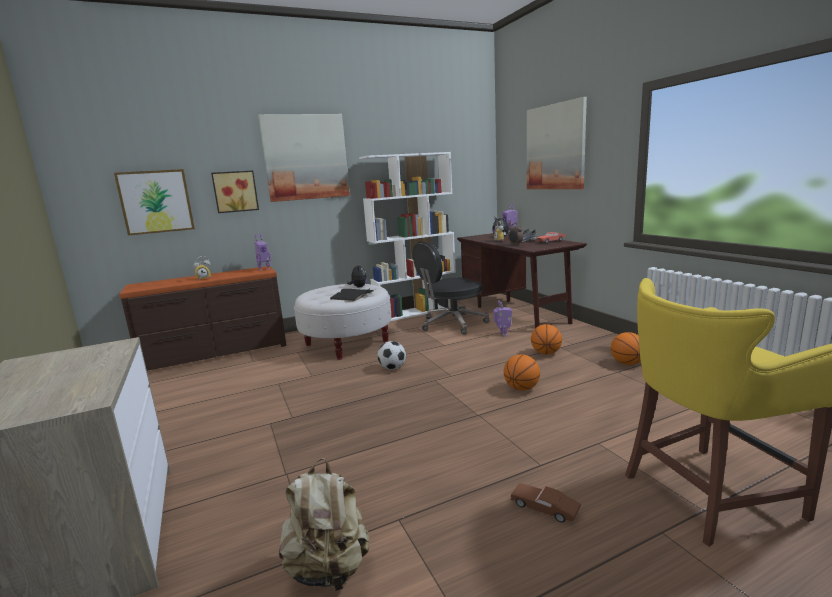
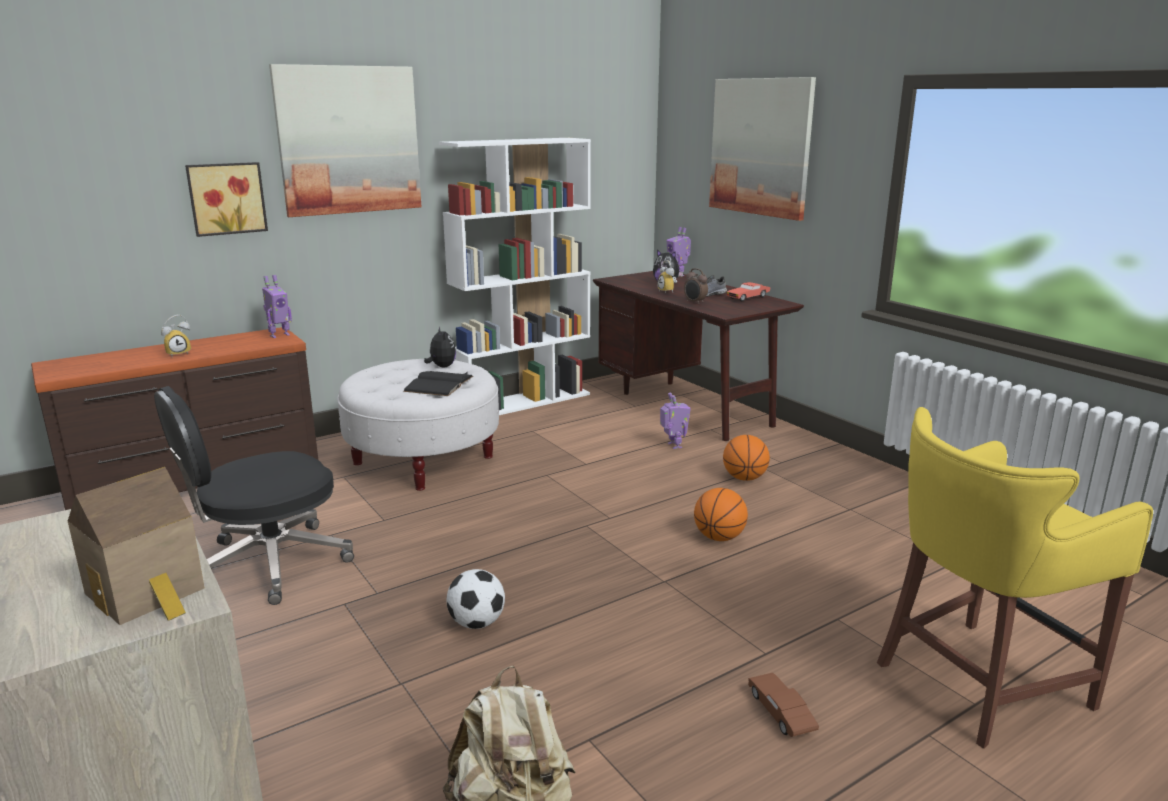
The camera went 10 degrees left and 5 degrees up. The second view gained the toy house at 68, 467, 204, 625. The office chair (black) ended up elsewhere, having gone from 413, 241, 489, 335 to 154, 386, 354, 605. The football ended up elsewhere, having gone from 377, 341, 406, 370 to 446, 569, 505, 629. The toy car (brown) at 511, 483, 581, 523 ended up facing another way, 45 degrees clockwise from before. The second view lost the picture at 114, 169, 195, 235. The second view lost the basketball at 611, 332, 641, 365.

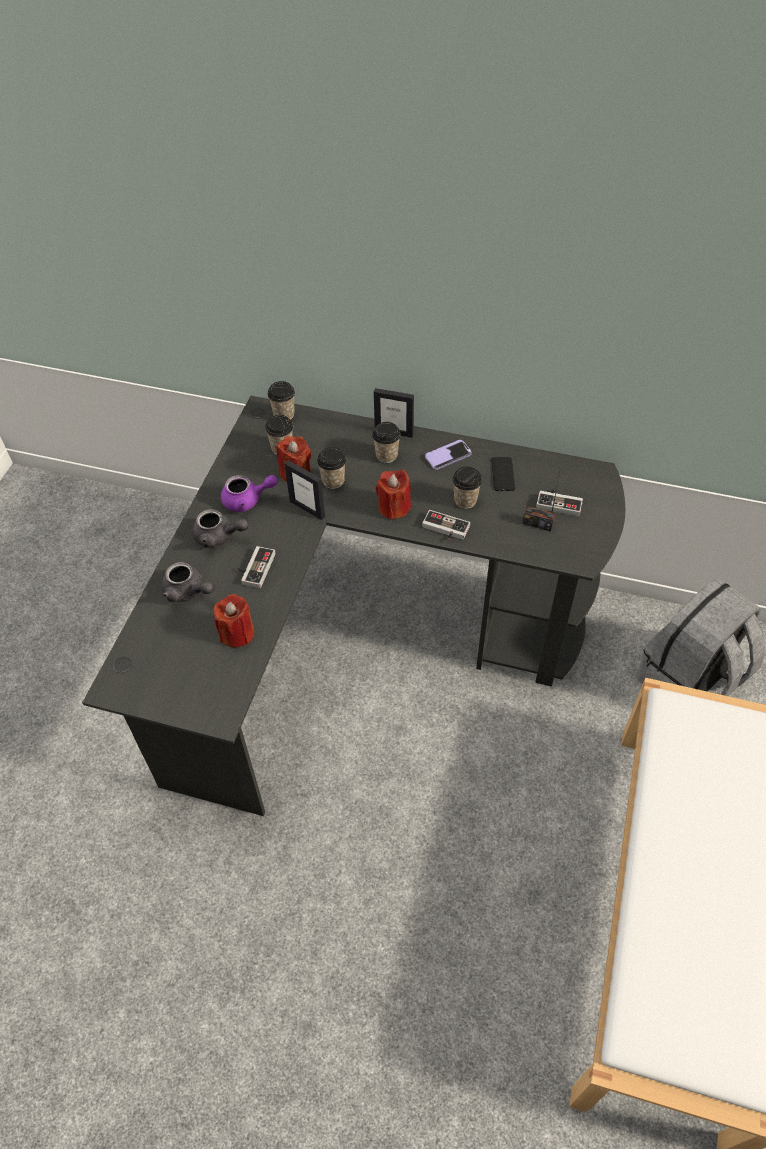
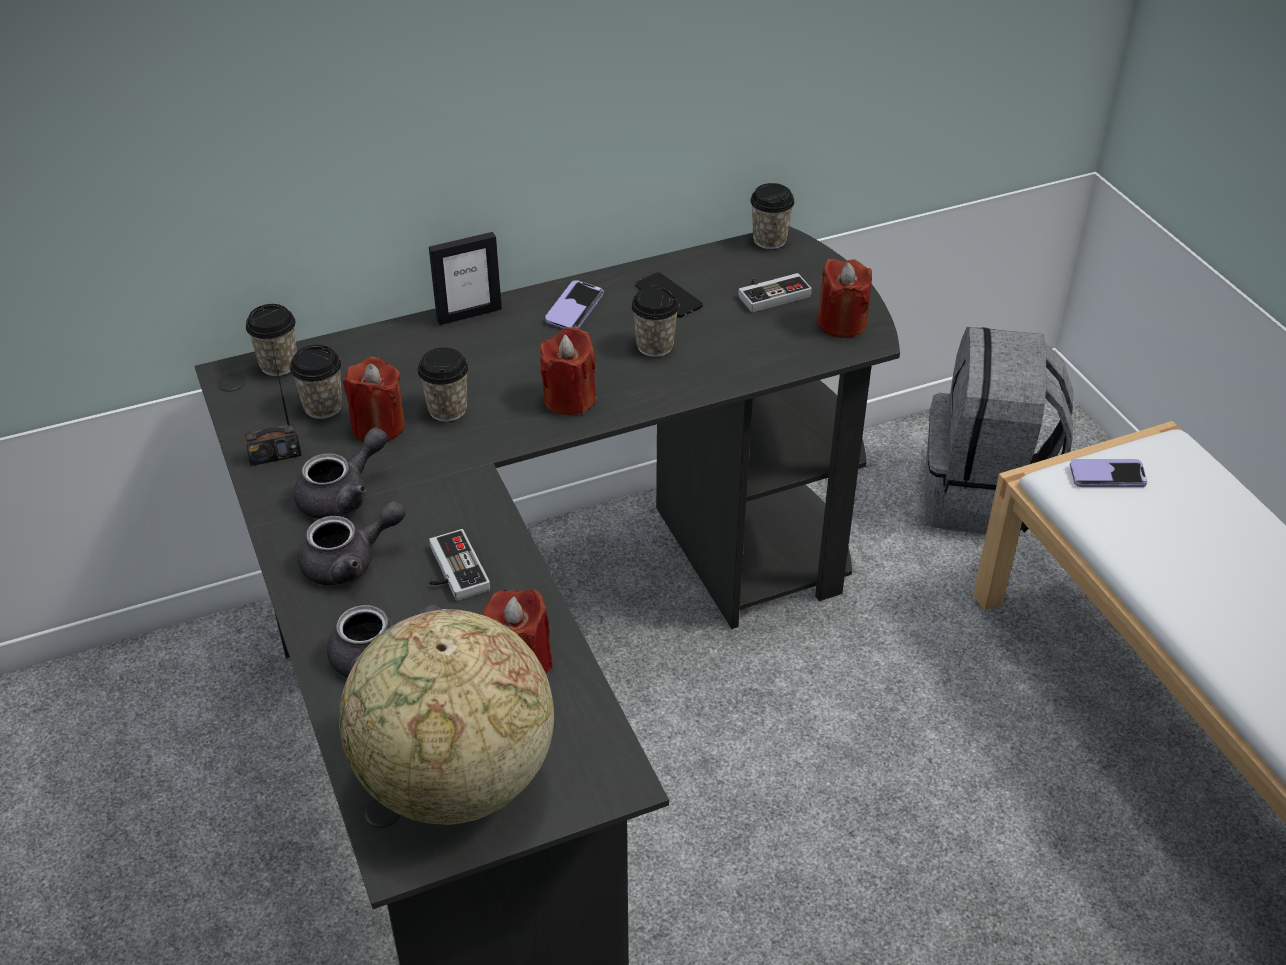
The camera went 40 degrees left and 10 degrees down. The radio ended up elsewhere, having gone from 522, 468, 561, 531 to 244, 341, 302, 466. What was the teapot (purple) at 221, 475, 278, 512 turned into the teapot (grey) at 294, 427, 388, 519. The second view gained the globe at 339, 609, 554, 825. The cup ended up elsewhere, having gone from 372, 422, 401, 463 to 750, 183, 795, 249. The second view gained the candle (red) at 817, 258, 872, 338. The second view gained the phone at 1070, 459, 1148, 487. The second view lost the picture frame at 284, 460, 325, 520. The second view lost the game controller at 422, 510, 470, 541.

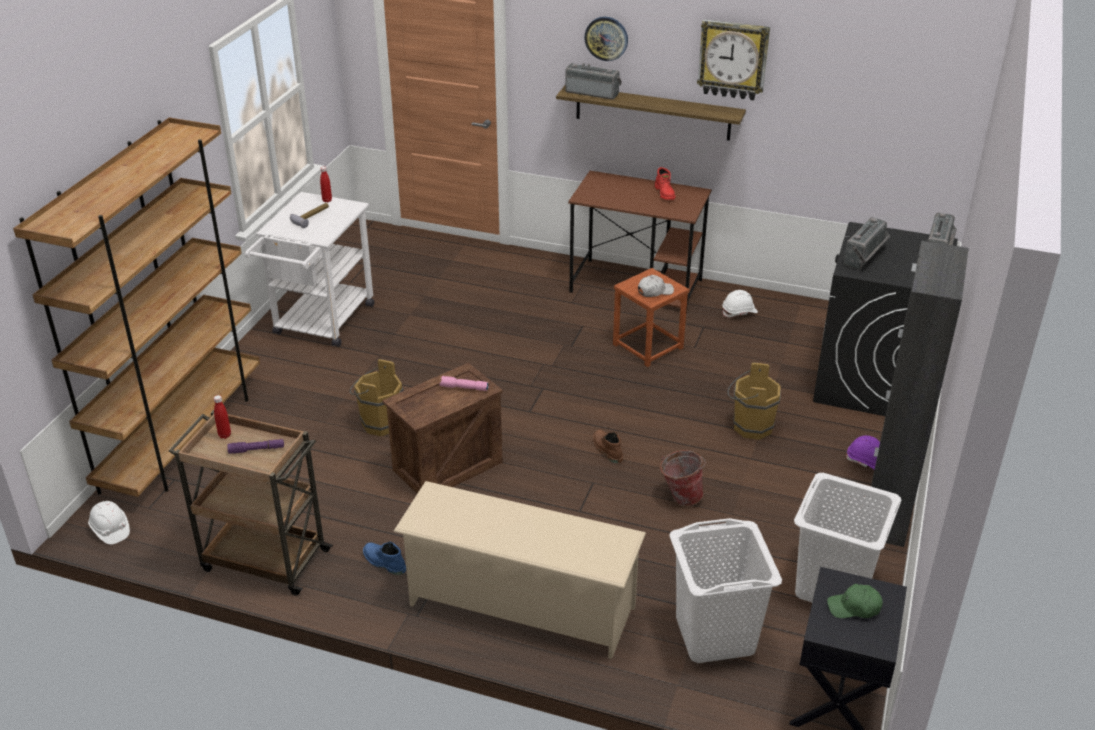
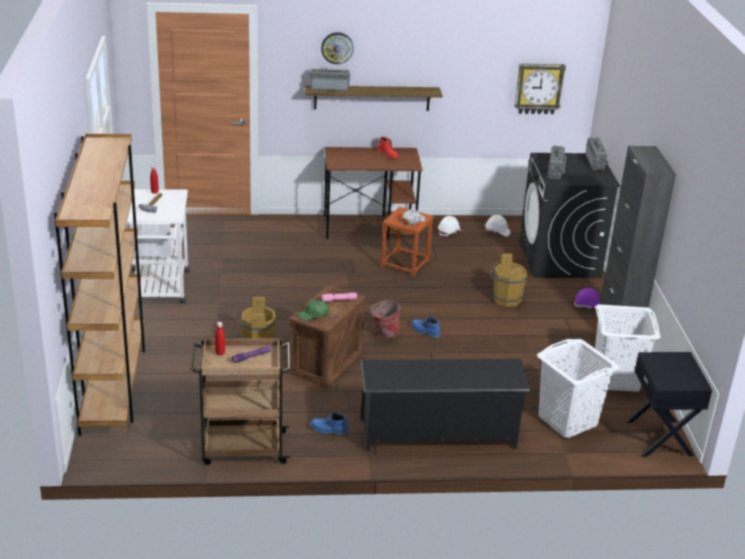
The camera went 25 degrees left and 5 degrees down. The cap (green) ended up elsewhere, having gone from 827, 584, 883, 618 to 297, 300, 329, 321. What was the shoe rack (beige) at 393, 481, 646, 659 turned into the shoe rack (black) at 360, 359, 532, 451. The bucket ended up elsewhere, having gone from 660, 450, 706, 506 to 369, 300, 401, 339. What was the boot (brown) at 593, 430, 623, 463 turned into the boot (blue) at 411, 317, 440, 338. The hard hat (white) ended up elsewhere, having gone from 88, 501, 130, 544 to 485, 215, 511, 237. The wall clock ended up elsewhere, having gone from 697, 19, 770, 101 to 514, 63, 566, 114.

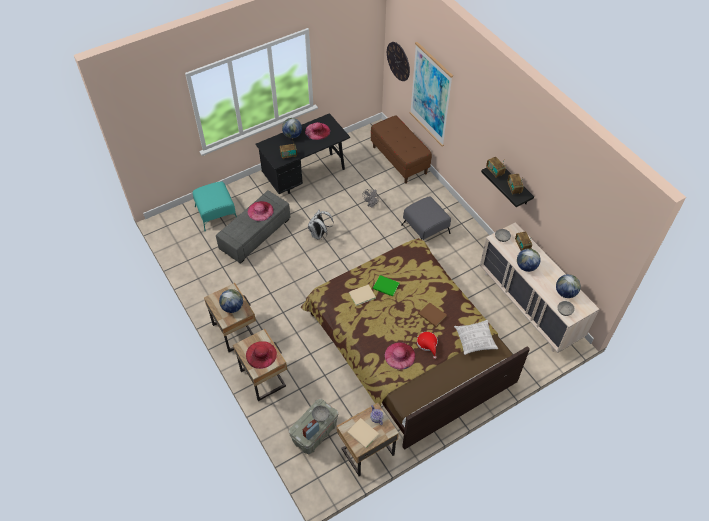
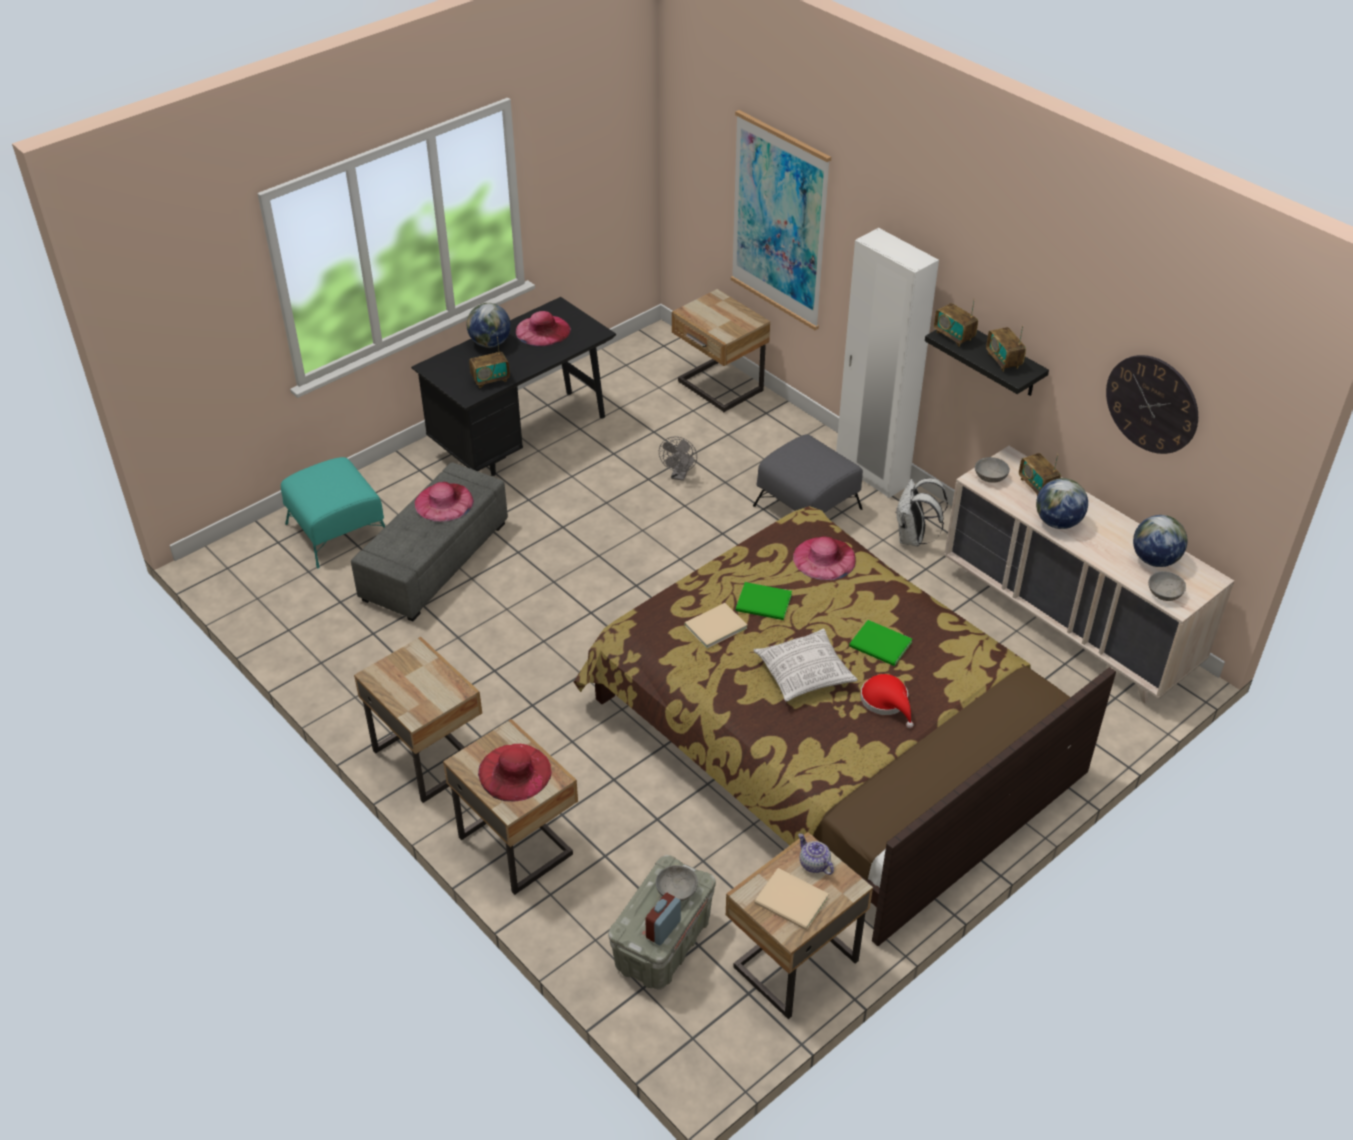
The camera went 10 degrees left and 10 degrees down. Where the bench (brown) stood at 371, 115, 432, 184, the nightstand (beige) came to stand at 672, 289, 770, 412. The pillow ended up elsewhere, having gone from 454, 320, 498, 355 to 753, 629, 858, 702. The hat (pink) ended up elsewhere, having gone from 385, 342, 415, 370 to 793, 536, 856, 580. The second view gained the wardrobe (white) at 836, 228, 939, 498. What was the book (brown) at 418, 302, 447, 327 turned into the book (green) at 849, 620, 912, 666. The backpack (white) ended up elsewhere, having gone from 308, 209, 334, 240 to 895, 478, 948, 547. The wall clock ended up elsewhere, having gone from 387, 42, 410, 81 to 1106, 355, 1198, 454. The second view lost the globe at 219, 289, 243, 313.

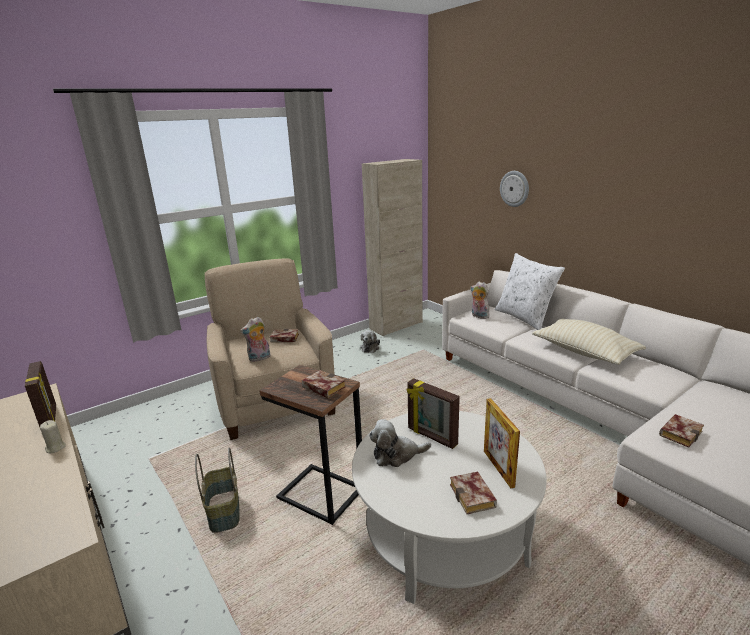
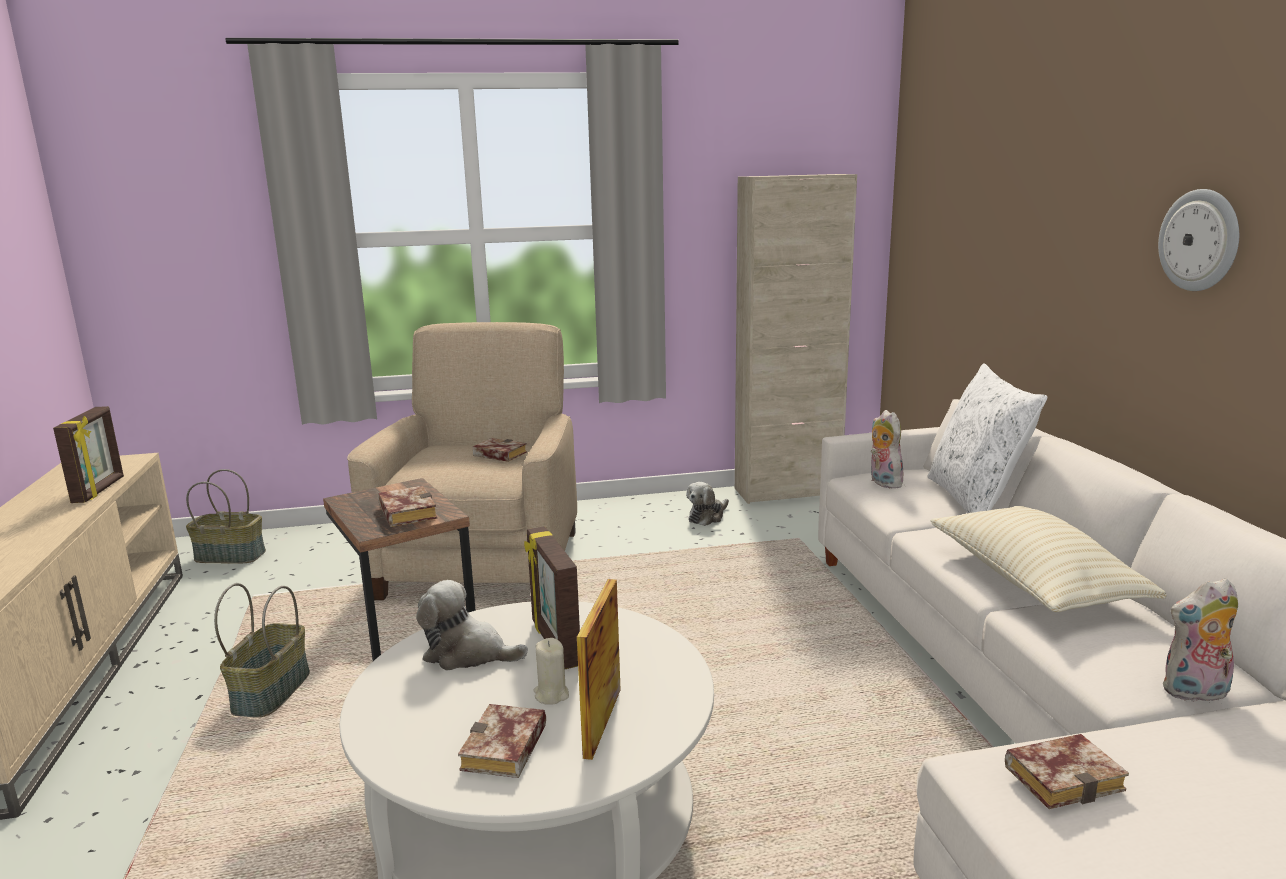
The camera went 25 degrees right and 5 degrees down. The second view gained the basket at 186, 469, 266, 563. The candle (beige) ended up elsewhere, having gone from 40, 420, 66, 453 to 533, 638, 569, 705. The wall clock ended up elsewhere, having gone from 500, 171, 529, 207 to 1158, 189, 1239, 291. The plush toy ended up elsewhere, having gone from 240, 317, 270, 362 to 1163, 578, 1238, 702.

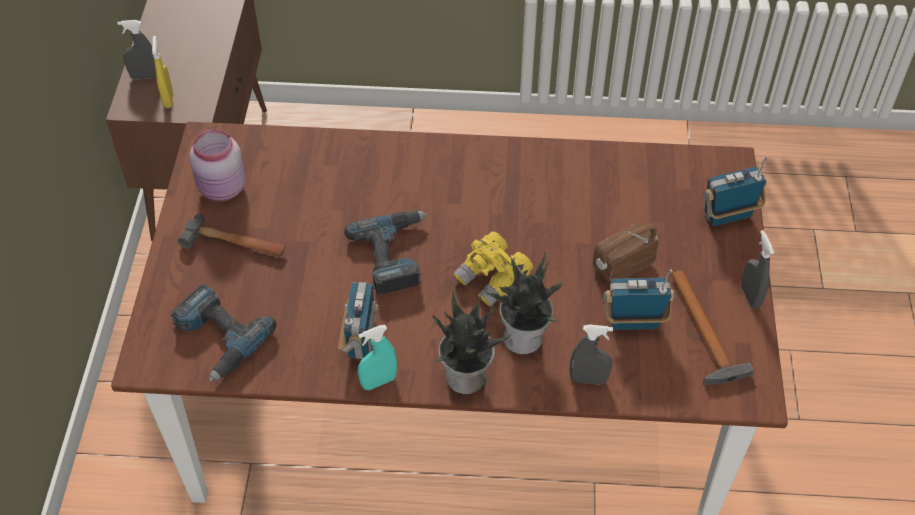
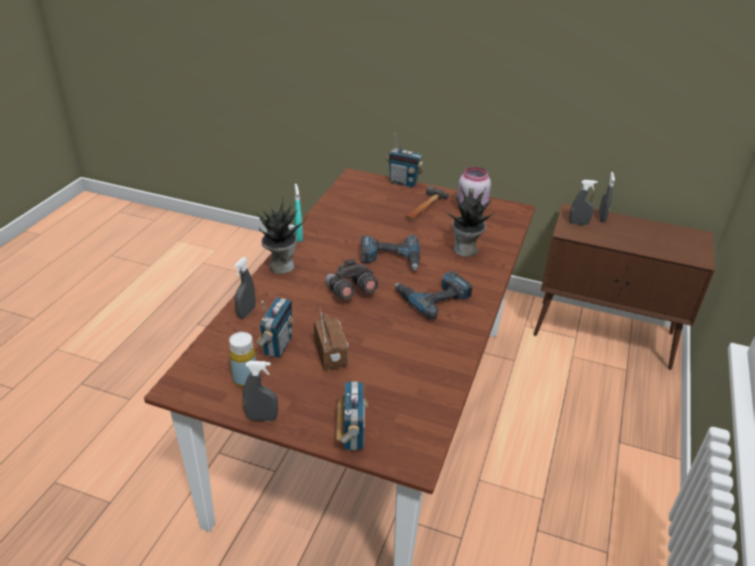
The camera went 105 degrees right and 15 degrees down. Where the hammer stood at 671, 271, 754, 385, the bottle (yellow) came to stand at 229, 332, 256, 387. What was the binoculars (yellow) at 453, 231, 533, 307 turned into the binoculars (grey) at 325, 259, 378, 300. The radio ended up elsewhere, having gone from 338, 282, 379, 359 to 387, 133, 424, 187. The power drill ended up elsewhere, having gone from 171, 284, 277, 381 to 395, 271, 472, 319. The potted plant ended up elsewhere, having gone from 484, 252, 563, 355 to 444, 186, 494, 257. What was the spray bottle (yellow) at 152, 36, 173, 108 turned into the spray bottle (grey) at 569, 180, 598, 225.

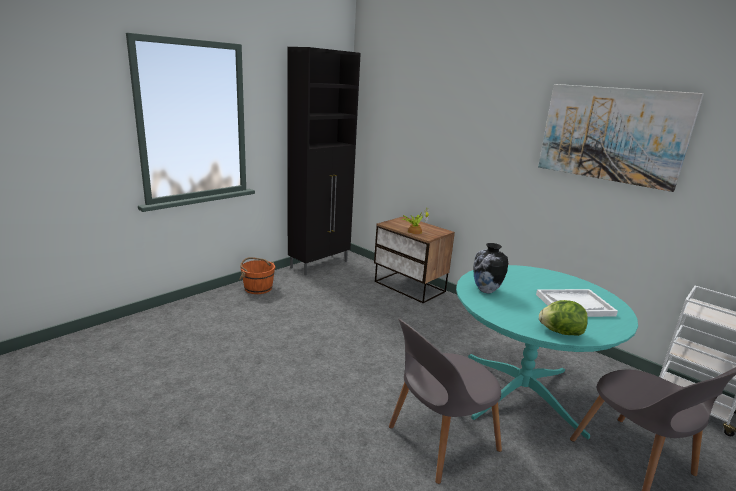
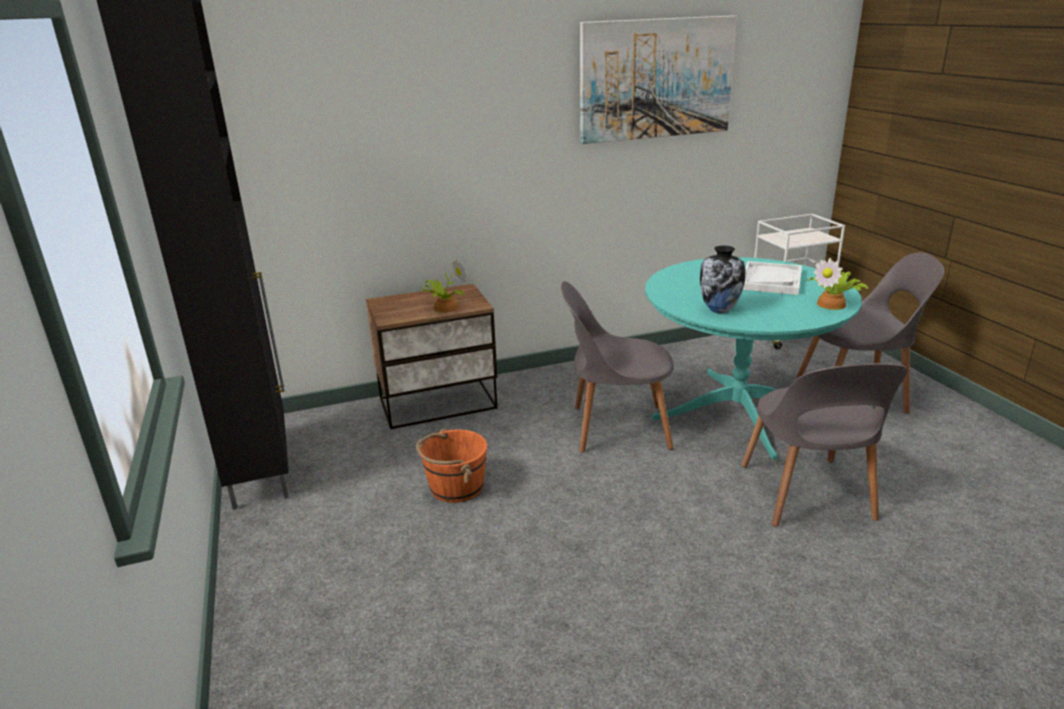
The camera went 60 degrees left and 5 degrees up. The bucket (orange) ended up elsewhere, having gone from 240, 257, 276, 294 to 416, 429, 487, 503. The second view gained the chair (grey) at 561, 281, 674, 453. Where the lettuce stood at 539, 300, 588, 336, the potted plant came to stand at 806, 258, 869, 310.

